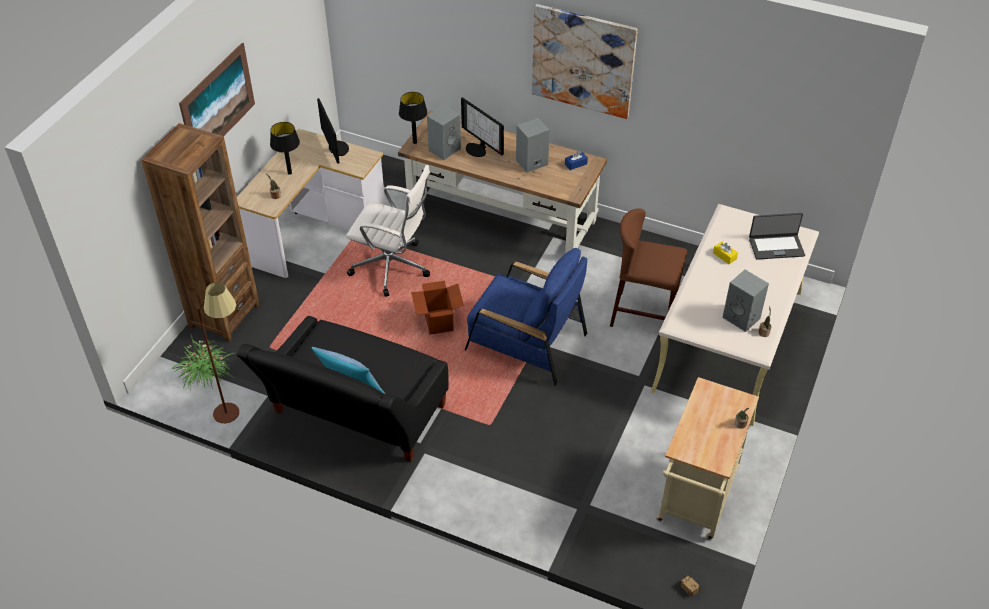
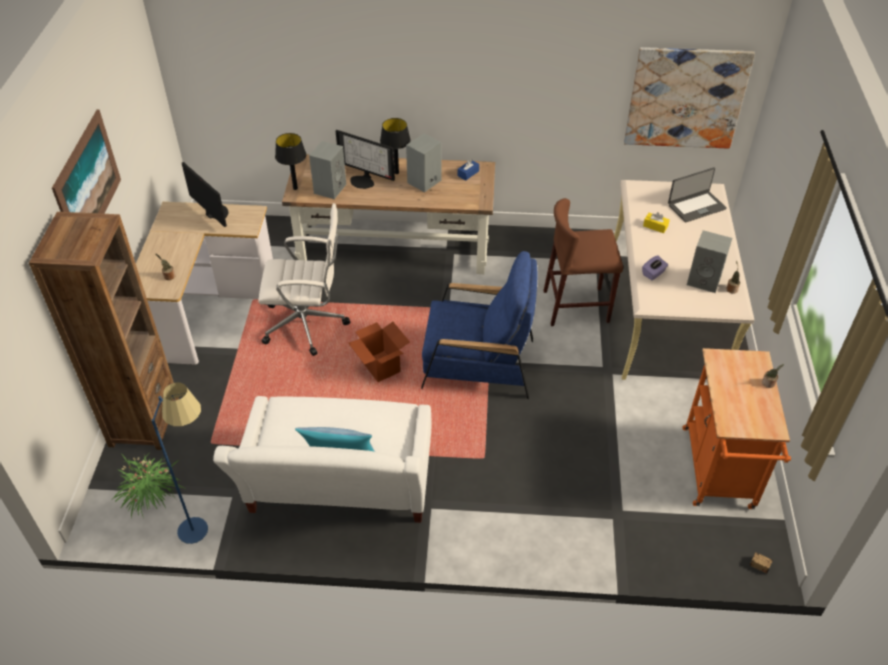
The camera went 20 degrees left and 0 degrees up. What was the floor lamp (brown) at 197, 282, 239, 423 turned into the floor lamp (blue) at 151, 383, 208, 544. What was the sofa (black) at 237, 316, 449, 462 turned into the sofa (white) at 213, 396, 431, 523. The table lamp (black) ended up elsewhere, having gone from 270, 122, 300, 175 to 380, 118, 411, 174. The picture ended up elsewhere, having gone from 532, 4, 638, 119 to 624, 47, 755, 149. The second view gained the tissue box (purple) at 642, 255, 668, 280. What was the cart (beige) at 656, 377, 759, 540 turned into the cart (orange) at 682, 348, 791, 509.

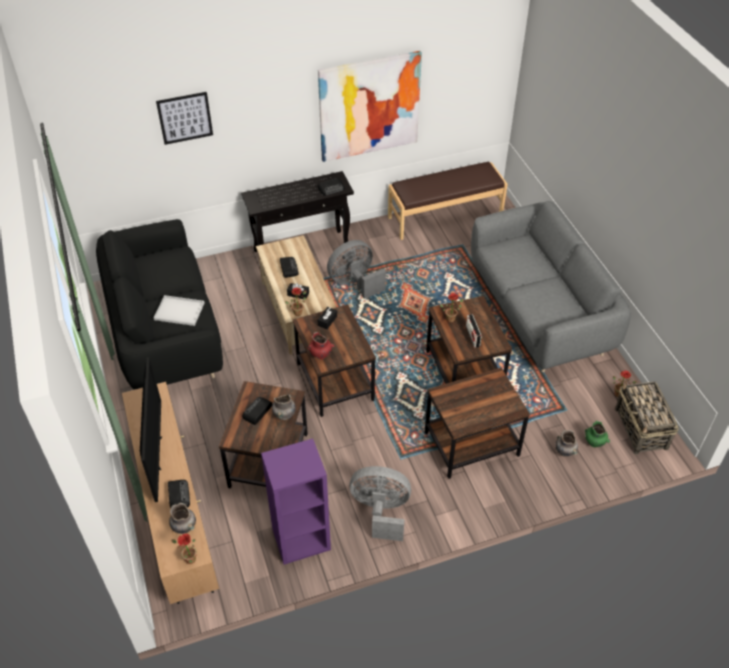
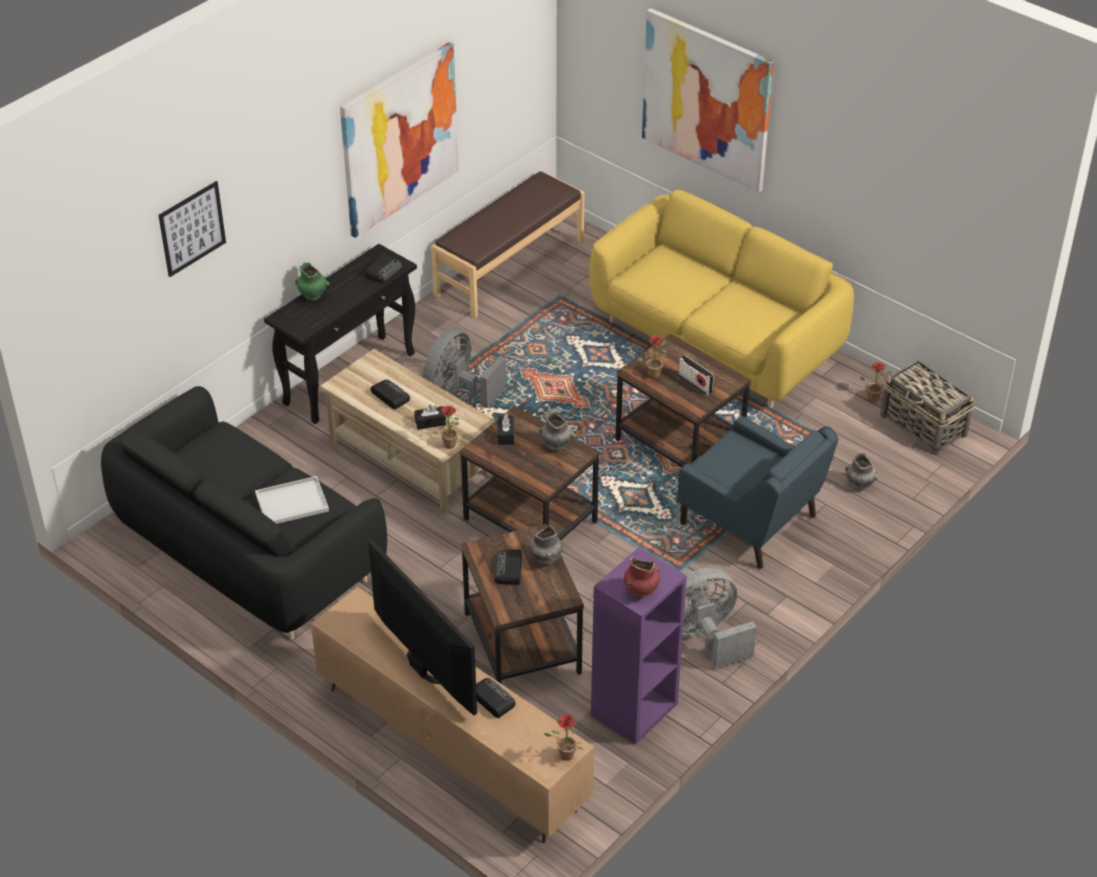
The camera went 30 degrees left and 5 degrees down. The vase (green) ended up elsewhere, having gone from 585, 421, 610, 448 to 295, 262, 330, 300. The vase (grey) ended up elsewhere, having gone from 169, 503, 196, 534 to 539, 411, 576, 451. What was the sofa (grey) at 471, 201, 631, 372 turned into the sofa (yellow) at 590, 190, 854, 408. The vase (red) ended up elsewhere, having gone from 308, 332, 334, 359 to 624, 556, 660, 598. The second view gained the picture at 642, 8, 774, 193. Where the side table (brown) stood at 425, 368, 530, 479, the armchair (blue) came to stand at 677, 416, 838, 569.

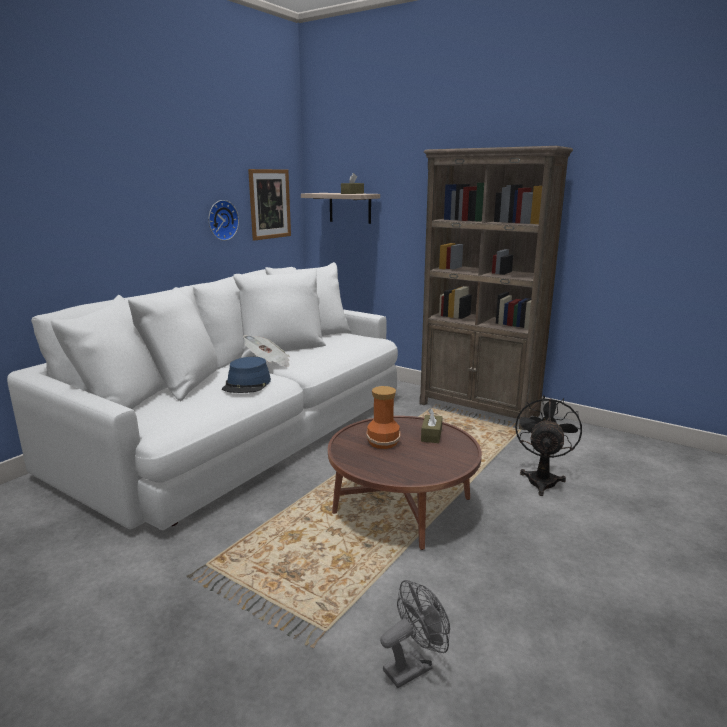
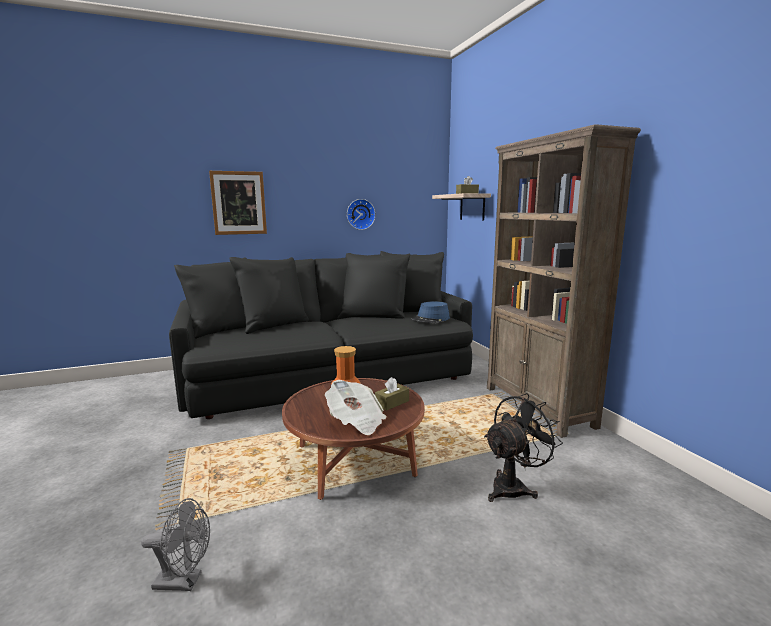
The camera went 35 degrees right and 5 degrees down. What was the sofa (white) at 7, 262, 398, 530 turned into the sofa (black) at 169, 251, 473, 419. The picture ended up elsewhere, having gone from 248, 169, 291, 241 to 209, 171, 267, 235. The newspaper ended up elsewhere, having gone from 243, 335, 290, 367 to 325, 380, 386, 435. The hat (blue) ended up elsewhere, having gone from 222, 357, 271, 393 to 412, 301, 450, 323.

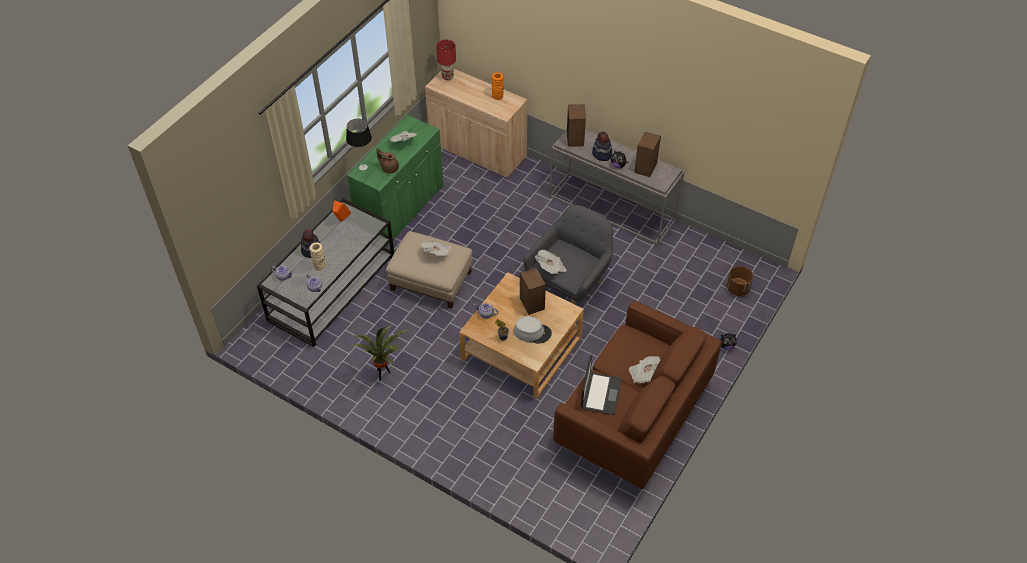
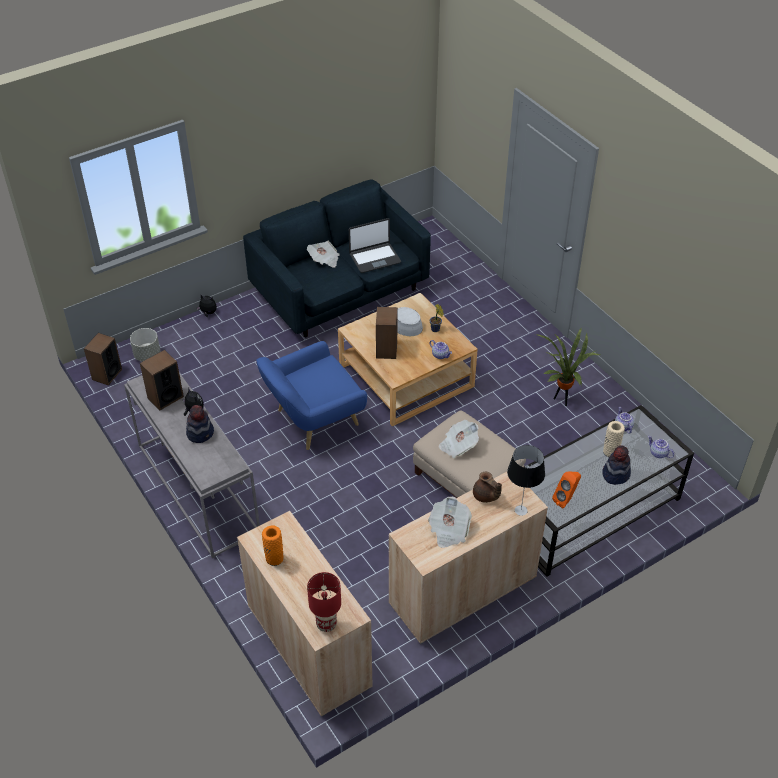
The camera went 155 degrees left and 5 degrees down. The speaker ended up elsewhere, having gone from 567, 104, 586, 147 to 84, 333, 122, 385. What was the planter (brown) at 727, 266, 753, 296 turned into the planter (grey) at 130, 328, 160, 362. What was the sofa (brown) at 553, 301, 722, 489 turned into the sofa (blue) at 243, 179, 431, 337. What was the armchair (grey) at 523, 205, 613, 304 turned into the armchair (blue) at 256, 341, 367, 450. The laptop at 581, 355, 622, 415 ended up facing another way, 150 degrees counterclockwise from before. What was the cabinet (green) at 347, 115, 443, 246 turned into the cabinet (beige) at 389, 472, 548, 644. The second view lost the newspaper at 535, 250, 567, 274.

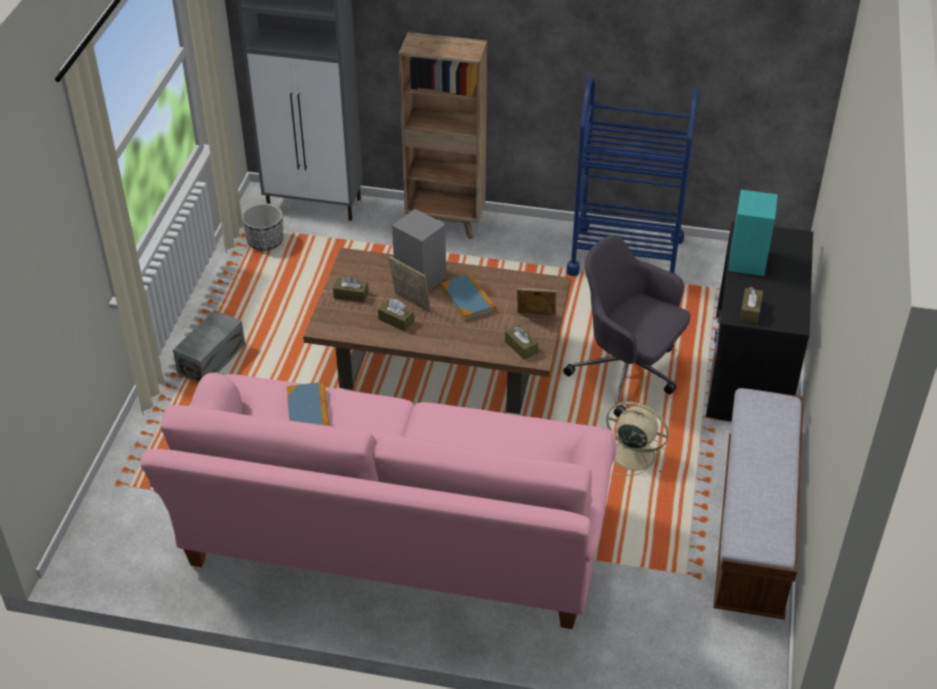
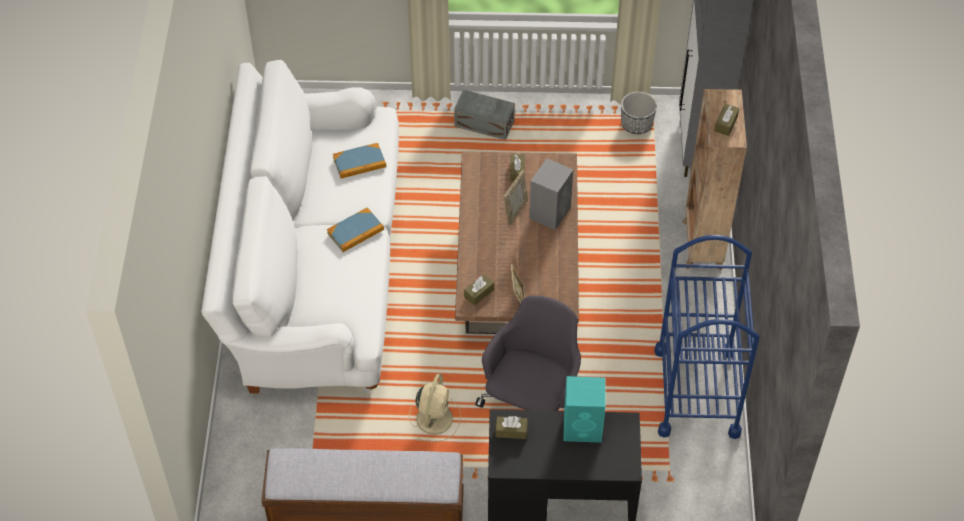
The camera went 80 degrees right and 10 degrees up. What was the sofa (pink) at 140, 372, 616, 629 turned into the sofa (white) at 201, 60, 399, 394. The book ended up elsewhere, having gone from 441, 273, 496, 322 to 327, 208, 384, 252. The tissue box (brown) ended up elsewhere, having gone from 378, 299, 414, 331 to 714, 104, 739, 136.

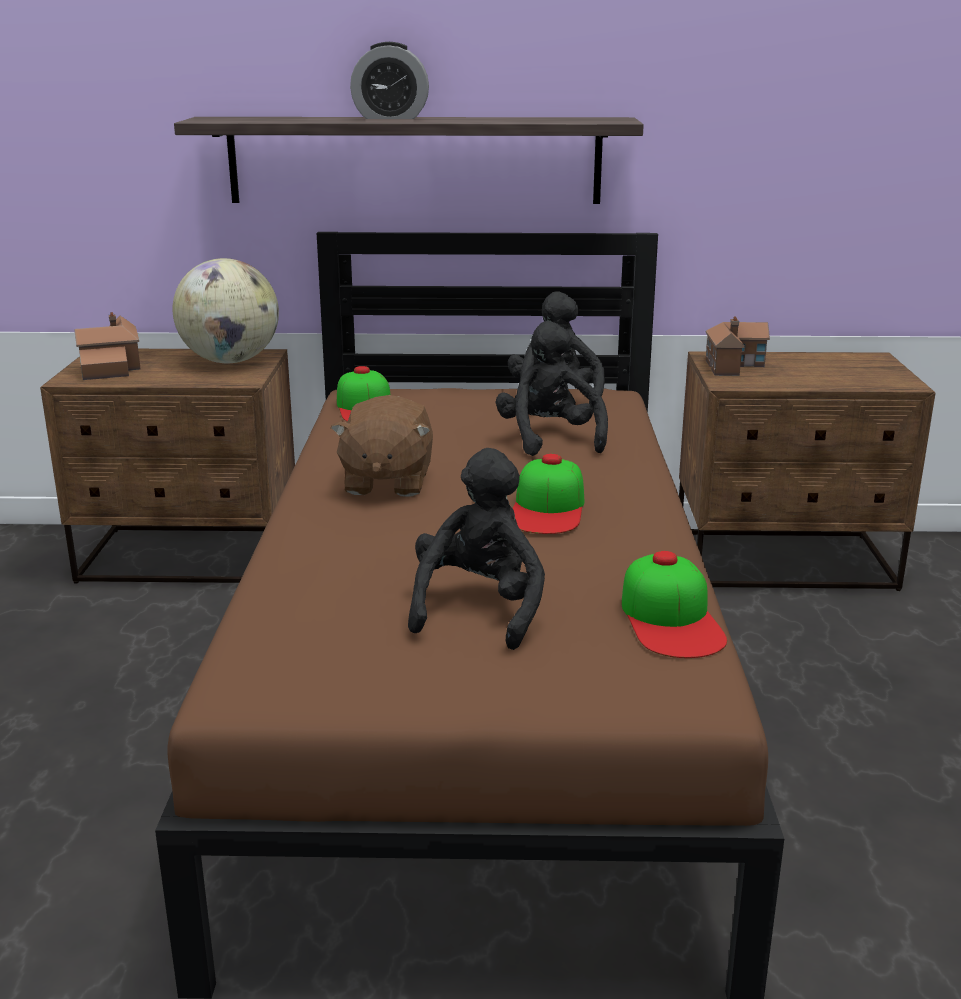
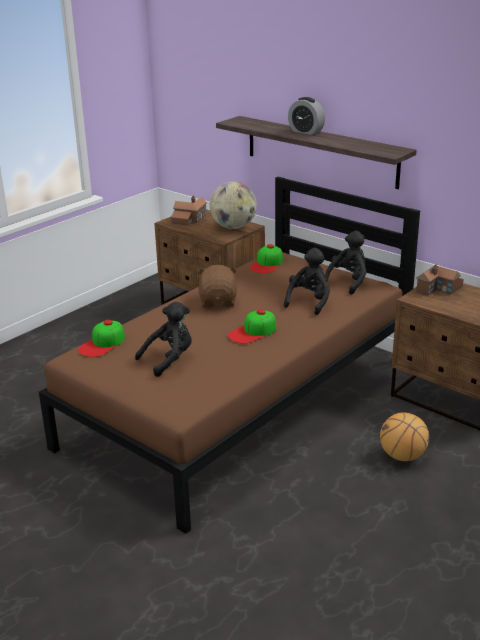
The camera went 40 degrees right and 5 degrees up. The cap ended up elsewhere, having gone from 621, 551, 727, 658 to 78, 320, 125, 357. The plush toy (brown) at 331, 395, 433, 497 ended up facing another way, 135 degrees clockwise from before. The second view gained the basketball at 380, 413, 429, 461.

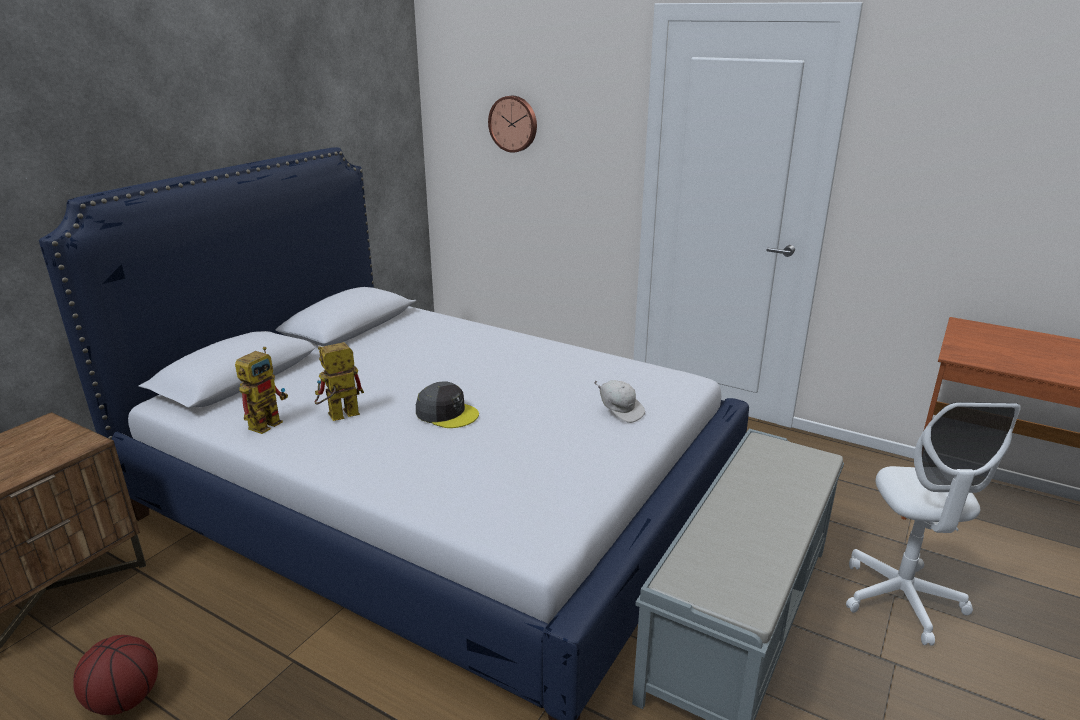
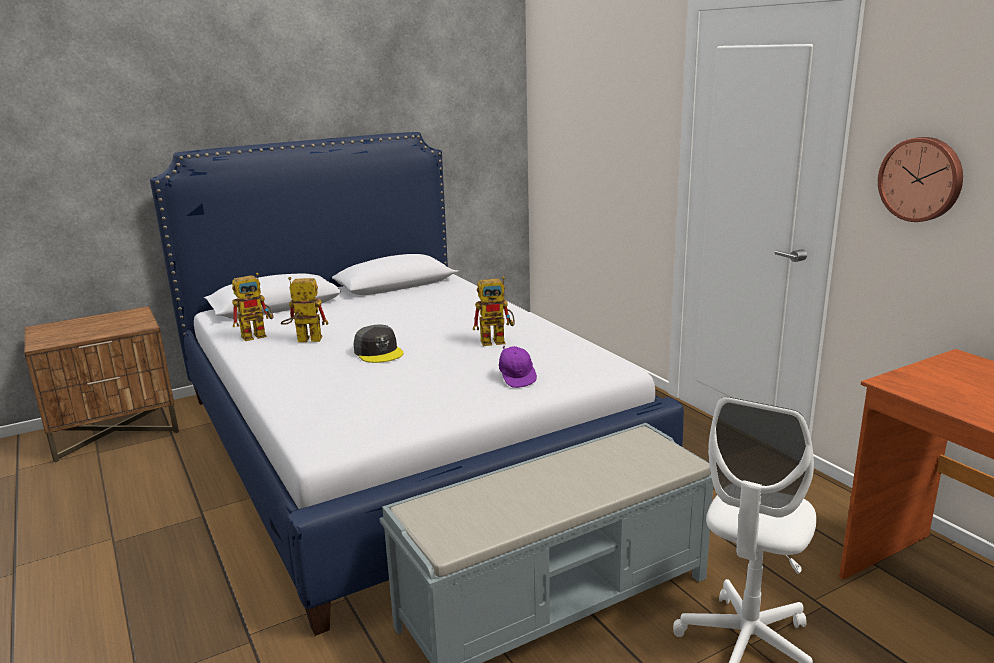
The camera went 30 degrees right and 5 degrees down. The second view gained the toy robot at 473, 276, 515, 346. What was the cap (white) at 594, 380, 645, 423 turned into the cap (purple) at 499, 346, 537, 388. The wall clock ended up elsewhere, having gone from 488, 96, 537, 153 to 878, 137, 963, 222. The second view lost the basketball at 73, 635, 158, 715.

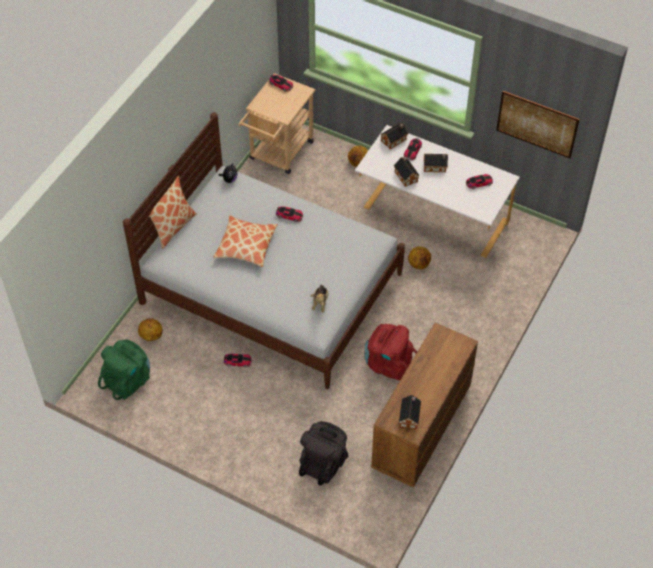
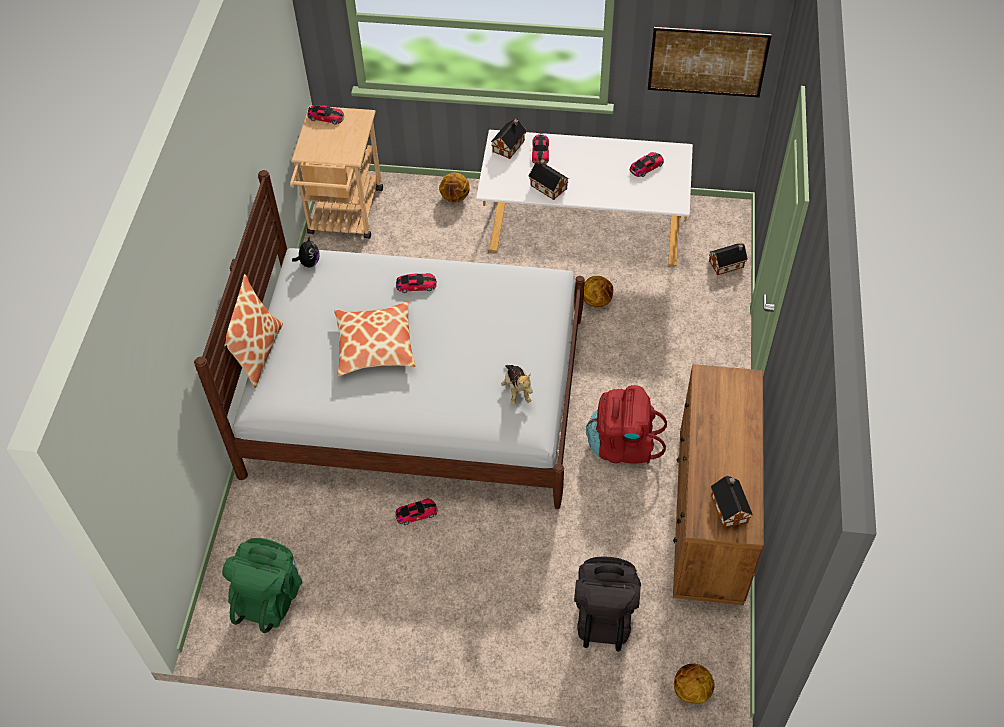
The camera went 20 degrees left and 0 degrees up. The basketball ended up elsewhere, having gone from 138, 318, 162, 341 to 674, 664, 715, 704. The toy house ended up elsewhere, having gone from 424, 154, 448, 172 to 709, 243, 748, 275.

